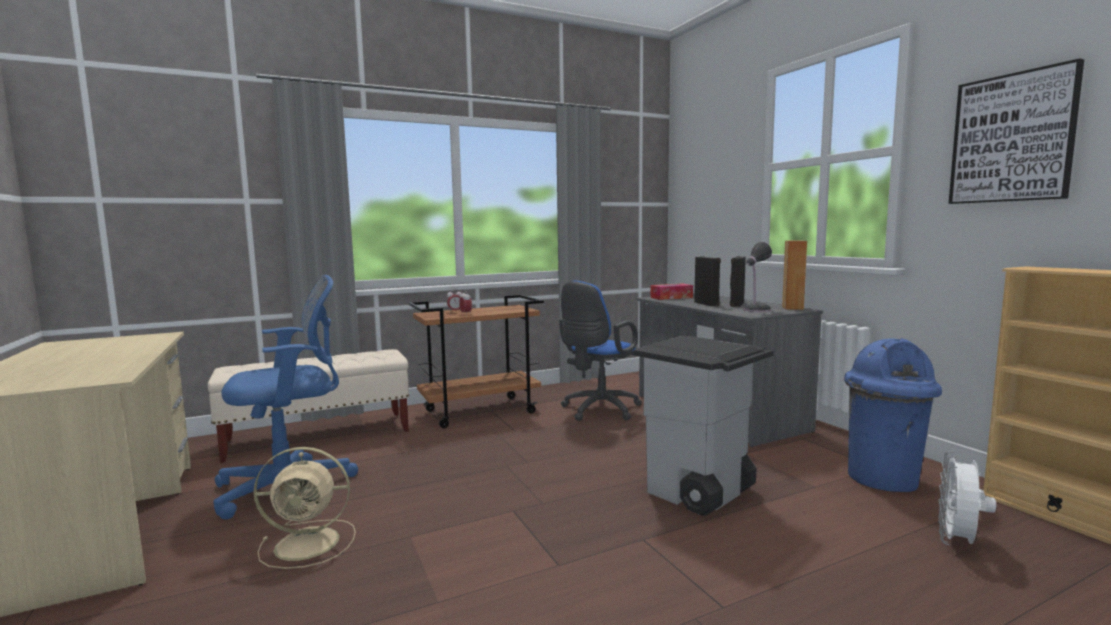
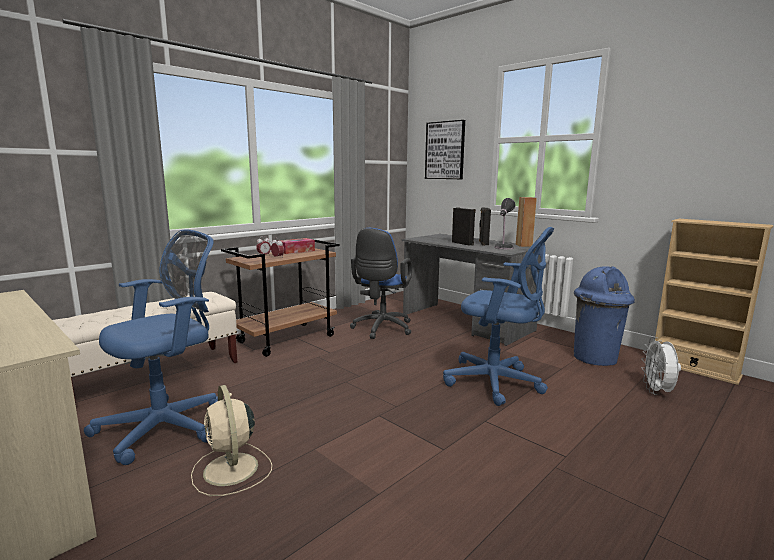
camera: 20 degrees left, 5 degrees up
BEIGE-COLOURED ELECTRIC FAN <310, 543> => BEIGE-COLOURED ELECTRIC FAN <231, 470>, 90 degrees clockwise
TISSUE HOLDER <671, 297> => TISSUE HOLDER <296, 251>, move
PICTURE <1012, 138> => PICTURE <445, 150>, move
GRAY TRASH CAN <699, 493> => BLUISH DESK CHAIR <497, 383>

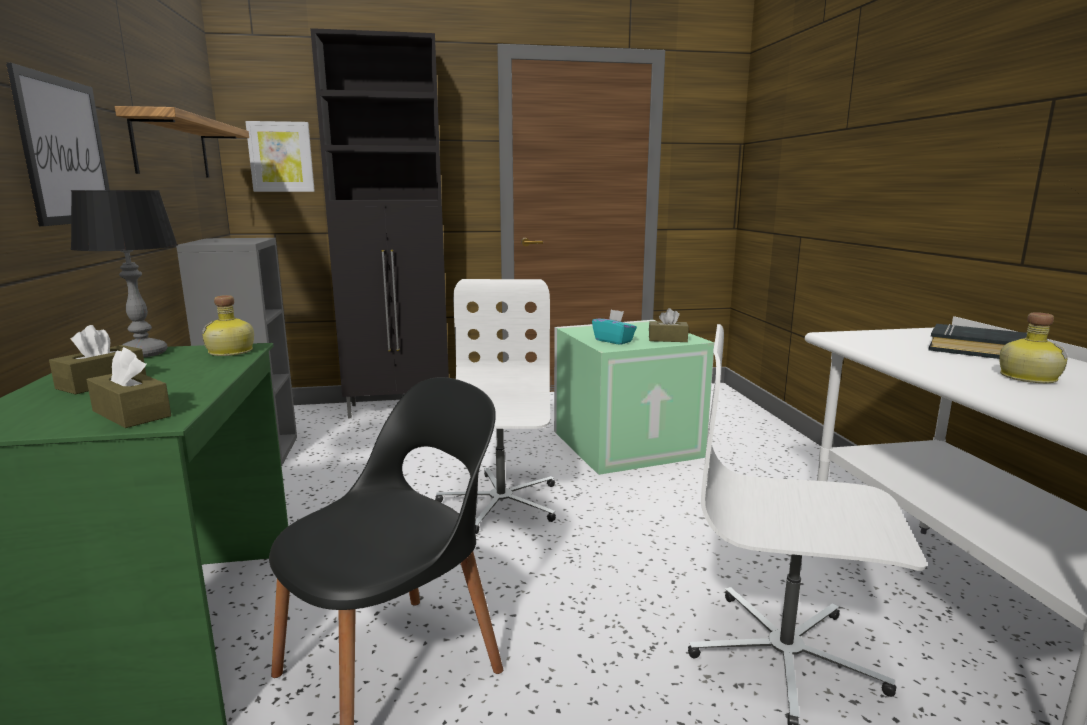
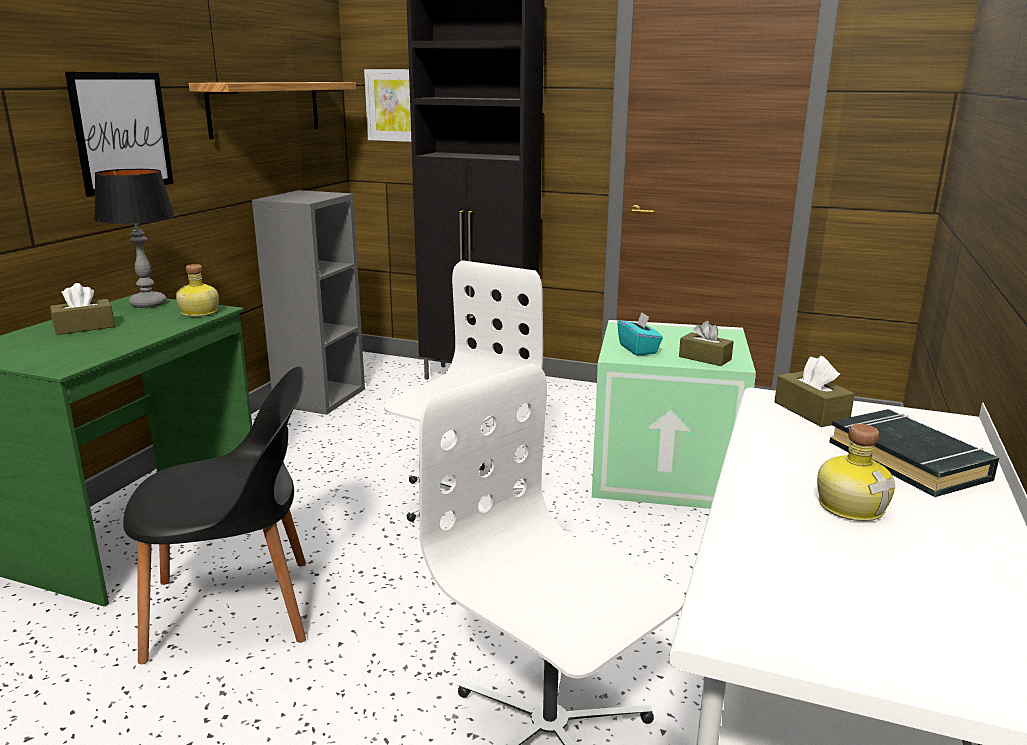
camera: 30 degrees right, 5 degrees up
BROWN TISSUE HOLDER <131, 414> => BROWN TISSUE HOLDER <811, 411>, move

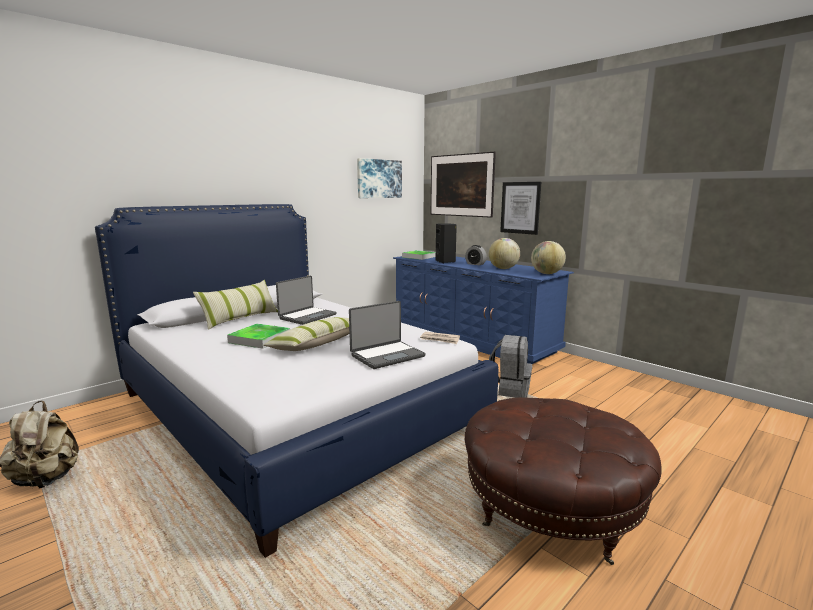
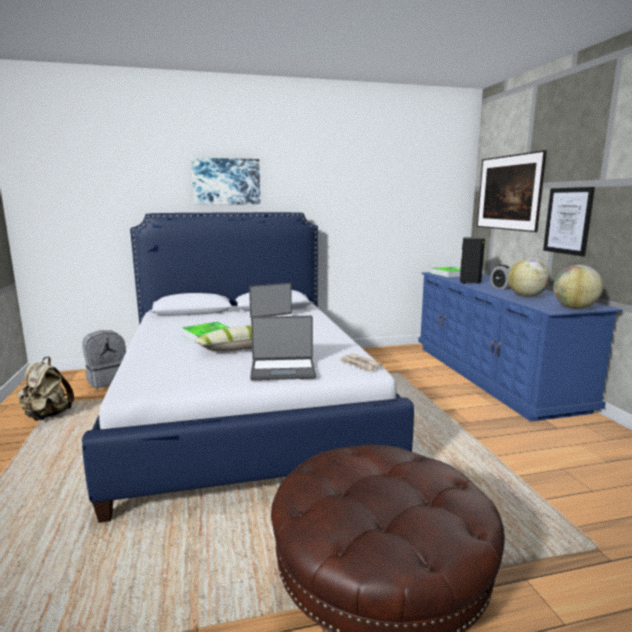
camera: 30 degrees right, 0 degrees up
GRAY KNAPSACK <509, 390> => GRAY KNAPSACK <107, 380>, move
PICTURE <379, 179> => PICTURE <226, 181>, move
PILLOW <240, 319> => nothing

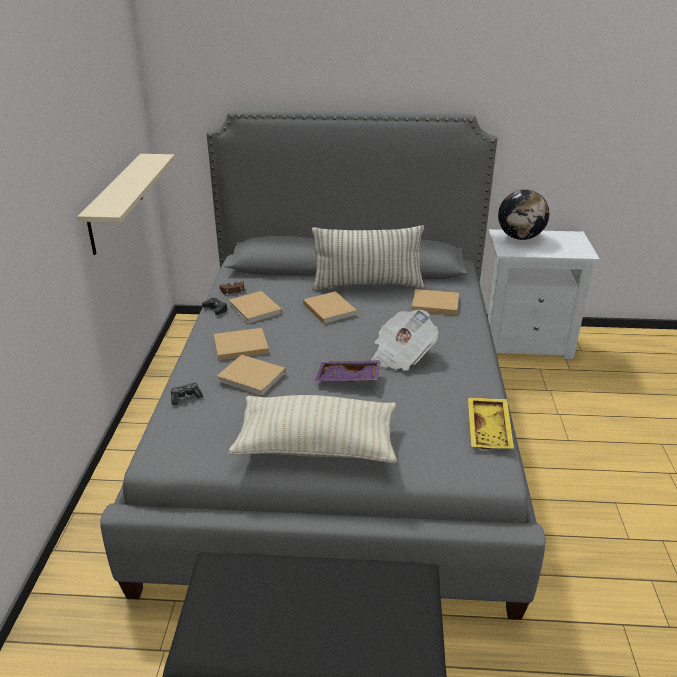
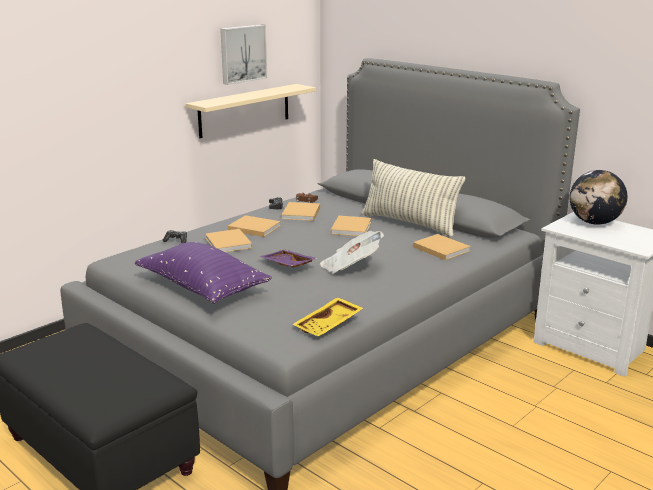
camera: 40 degrees right, 10 degrees down
BEIGE-COLOURED PILLOW <317, 446> => PURPLE-COLOURED PILLOW <203, 288>
nothing => PICTURE <242, 53>

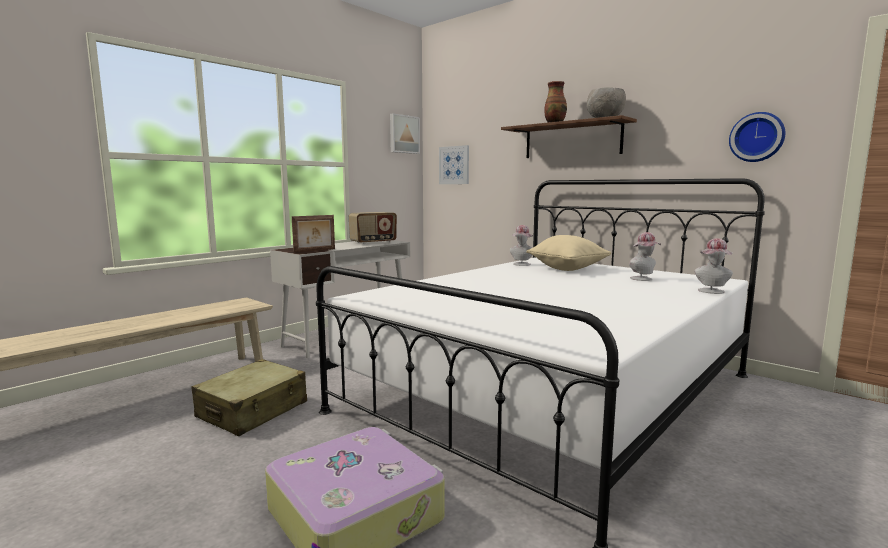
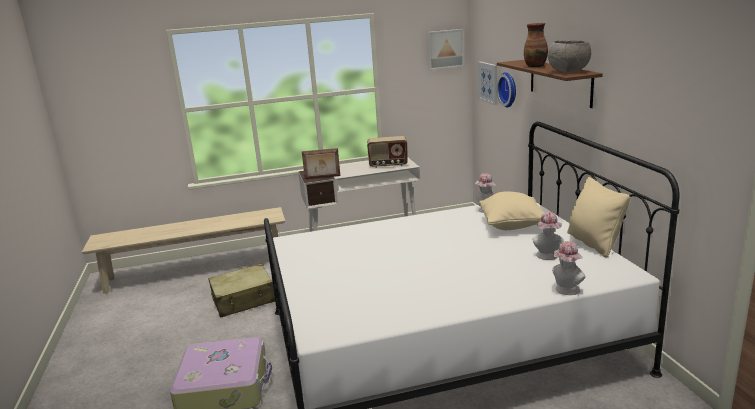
camera: 35 degrees right, 10 degrees up
HANGING CLOCK <757, 137> => HANGING CLOCK <509, 89>, move
nothing => BEIGE-COLOURED PILLOW <594, 243>

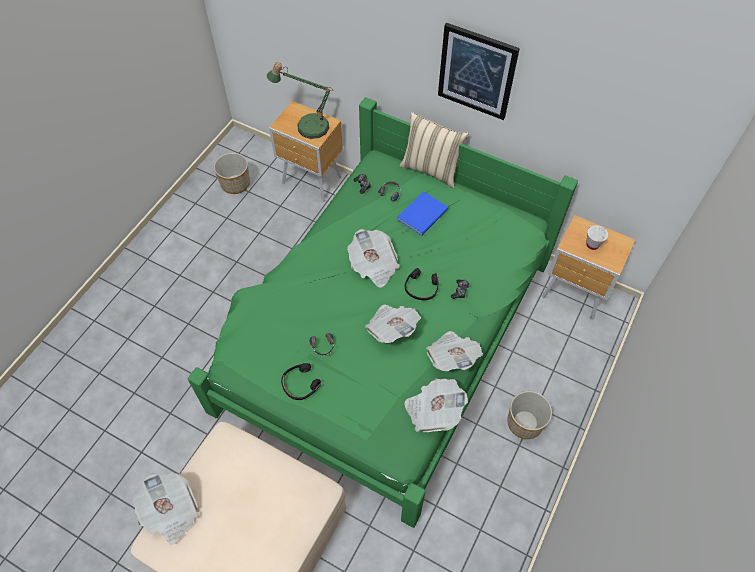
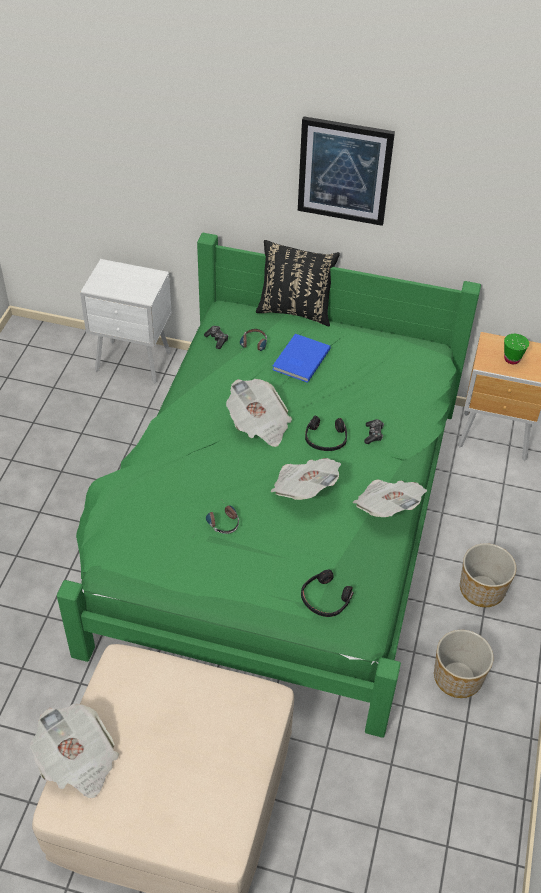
camera: 15 degrees left, 10 degrees down
BROWN NIGHTSTAND <312, 181> => WHITISH NIGHTSTAND <134, 363>
BEIGE-COLOURED PILLOW <431, 169> => BLACKISH PILLOW <295, 310>
BLACKISH HEADPHONES <300, 384> => BLACKISH HEADPHONES <325, 599>, move
PLANTER <236, 184> => PLANTER <458, 677>, move
WHITISH SMALL CUP <592, 244> => GREEN SMALL CUP <512, 359>
TABLE LAMP <307, 125> => nothing
NEWSPAPER <433, 411> => nothing

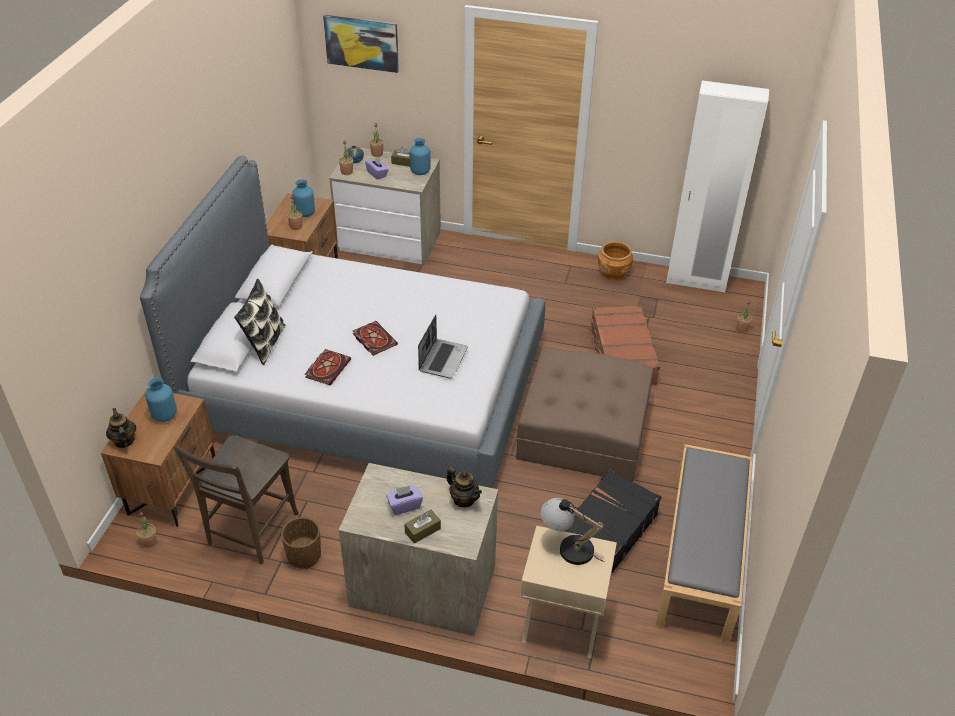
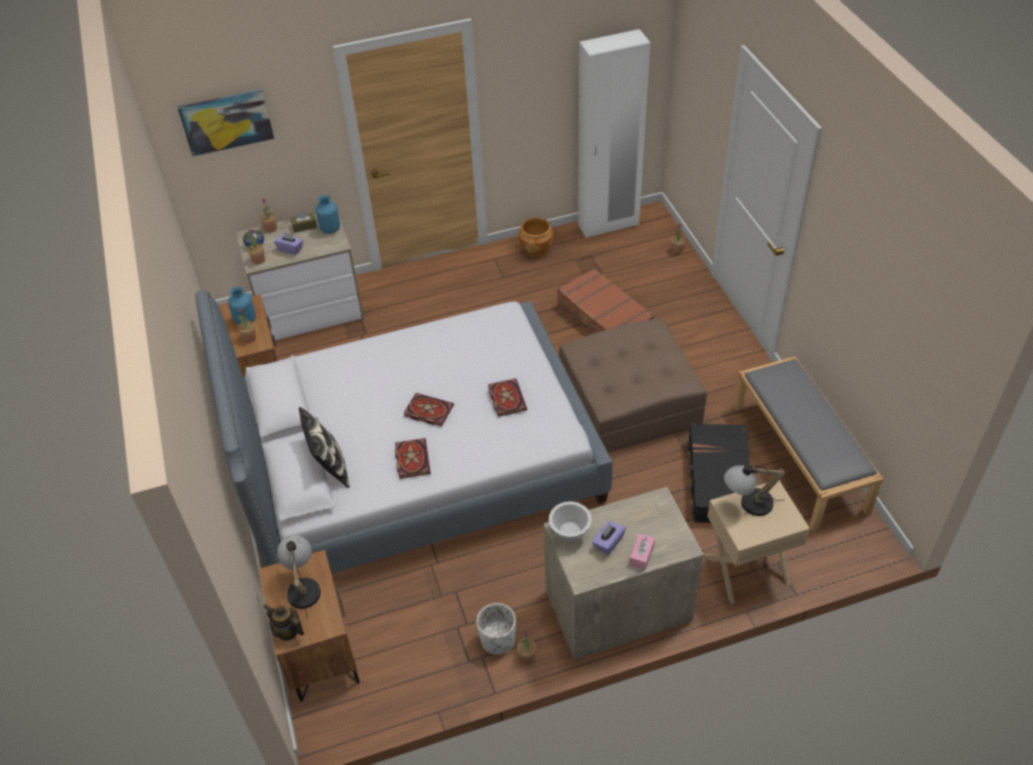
camera: 30 degrees left, 5 degrees up
BLUISH FLOWER VASE <164, 416> => TABLE LAMP <303, 586>
BROWN PLANTER <304, 556> => WHITISH PLANTER <497, 640>
NOTEBOOK COMPUTER <443, 359> => BOOK <506, 398>
PLANT IN A POT <149, 542> => PLANT IN A POT <527, 656>, move
nothing => WHITISH SERVING BOWL <570, 533>
BROWN TISSUE HOLDER <422, 530> => PINKISH TISSUE HOLDER <641, 555>
BROWN UPRIGHT CHAIR <250, 532> => nothing
TEAPOT <464, 499> => nothing

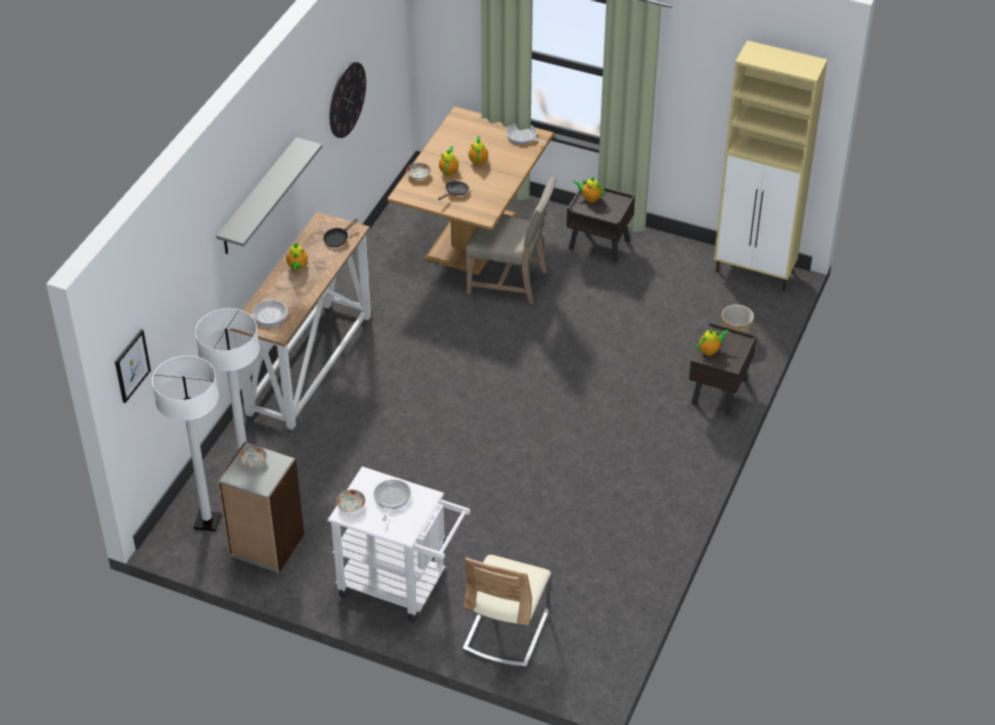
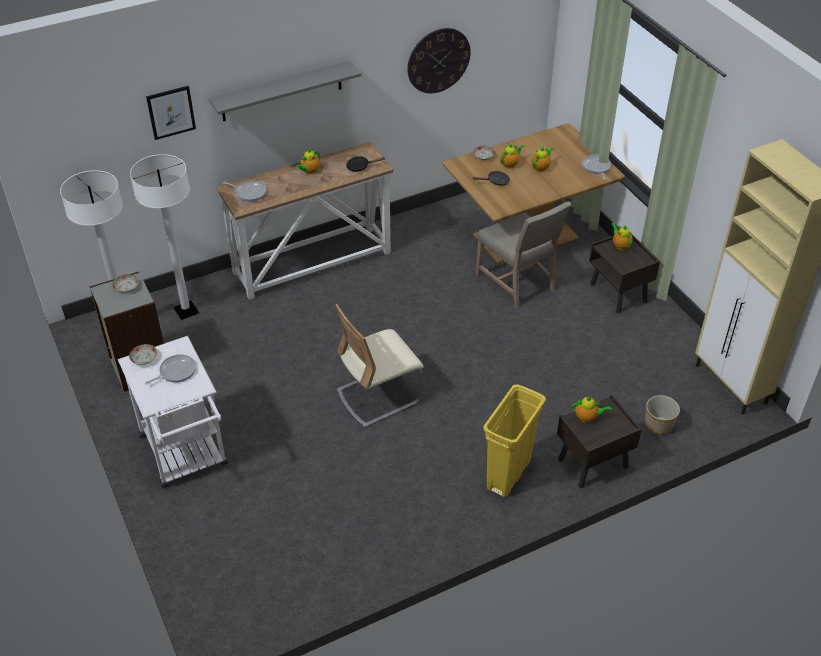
camera: 40 degrees right, 0 degrees up
PICTURE <131, 365> => PICTURE <171, 112>, move
BEIGE-COLOURED UPRIGHT CHAIR <506, 630> => BEIGE-COLOURED UPRIGHT CHAIR <378, 396>, move
nothing => YELLOW TRASH CAN <508, 475>

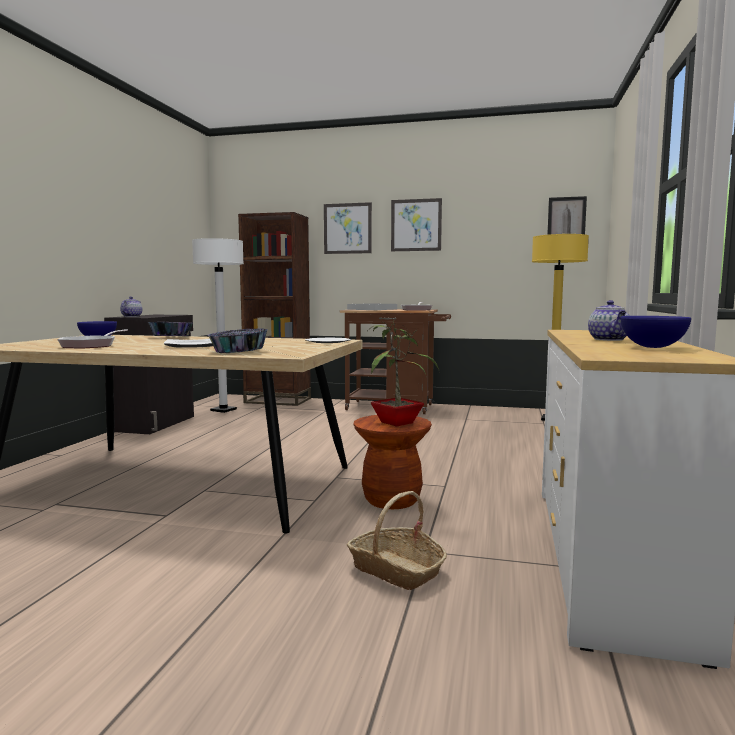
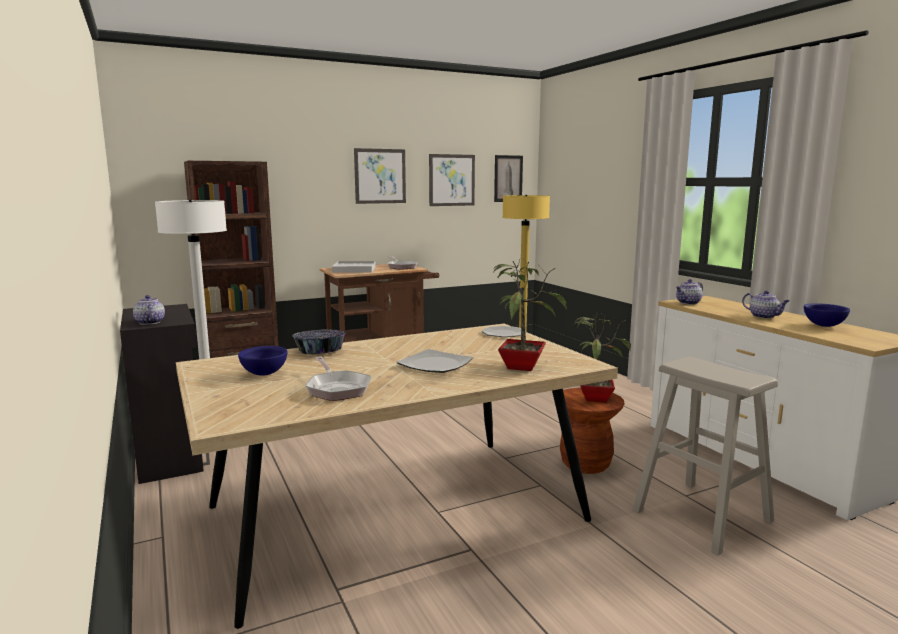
camera: 40 degrees left, 5 degrees up
PICTURE <347, 228> => PICTURE <452, 180>, move
SERVING BOWL <238, 351> => PLANT IN A POT <522, 366>
HOUSEHOLD BASKET <396, 569> => BEIGE-COLOURED SITTING STOOL <702, 516>
nothing => TEAPOT <688, 303>

